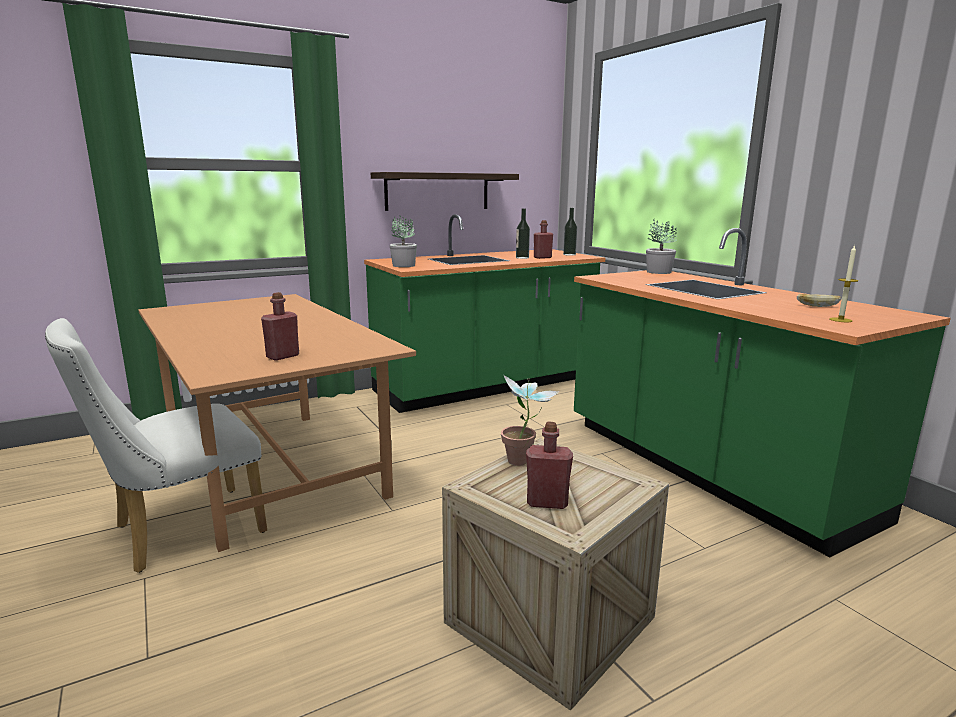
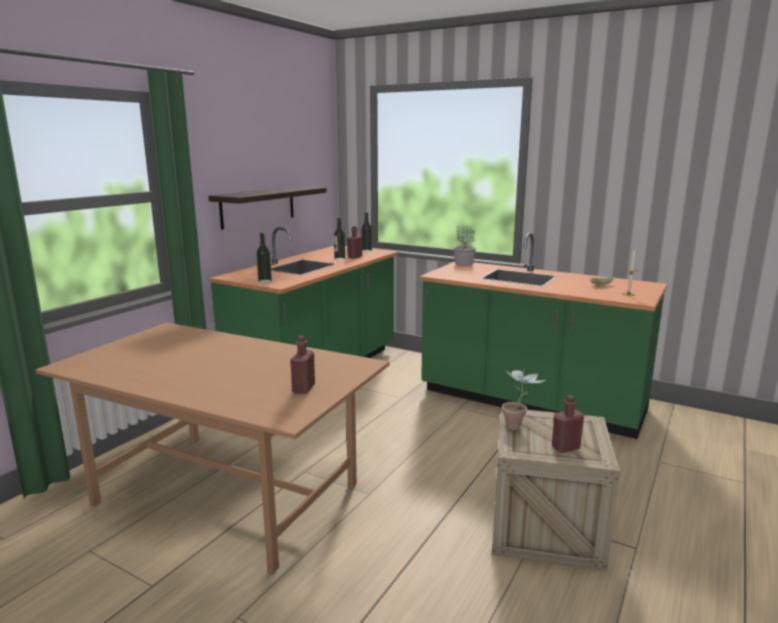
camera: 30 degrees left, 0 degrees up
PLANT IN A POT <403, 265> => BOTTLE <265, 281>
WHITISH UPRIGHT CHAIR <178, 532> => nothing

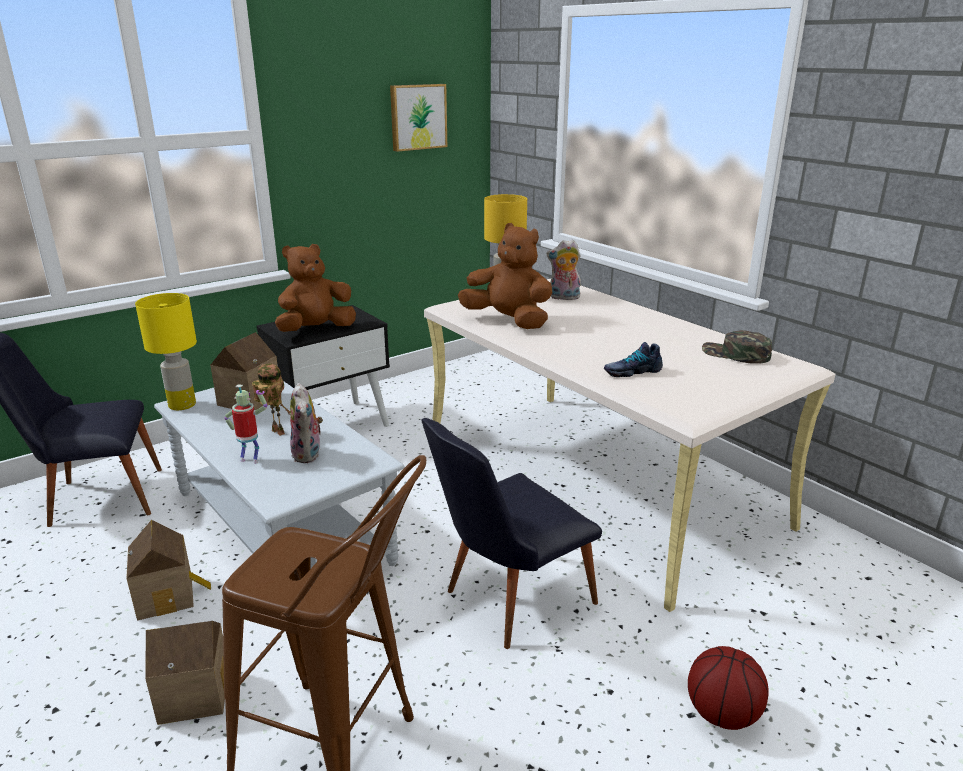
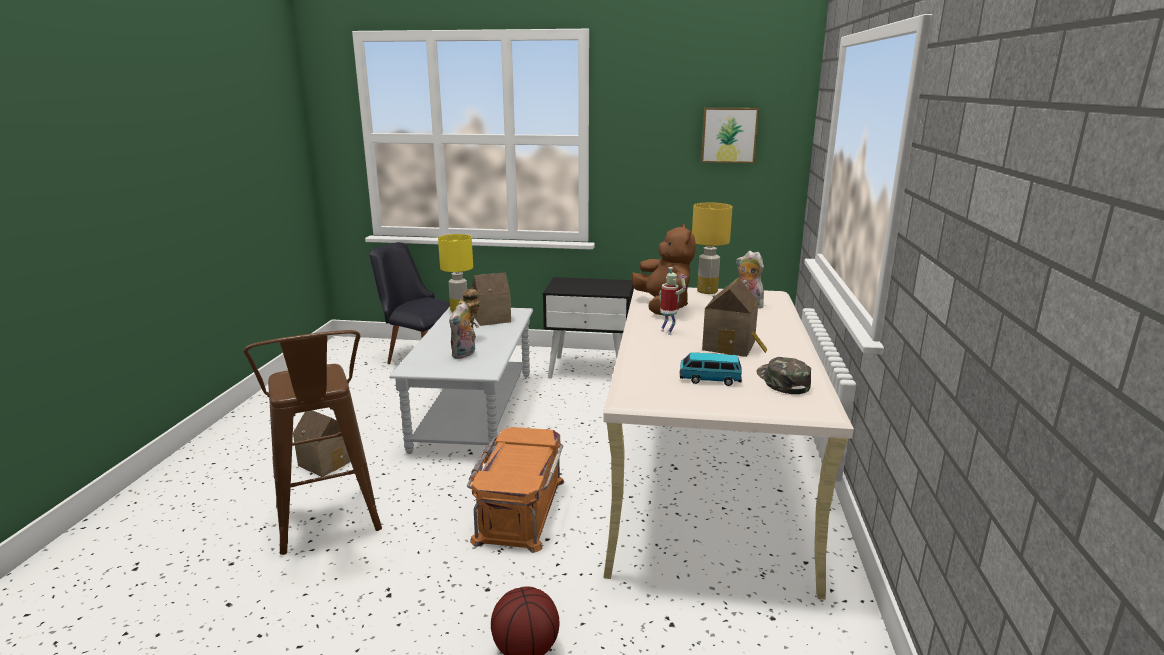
camera: 45 degrees right, 5 degrees down
BLACKISH UPRIGHT CHAIR <507, 600> => ORANGEY STORAGE BIN <518, 509>
TOY ROBOT <251, 460> => TOY ROBOT <668, 332>, move
nothing => TOY CAR <709, 379>
MODEL HOUSE <169, 595> => MODEL HOUSE <732, 346>, move
BROWN PLUSH TOY <316, 330> => nothing
SHOE <632, 371> => nothing

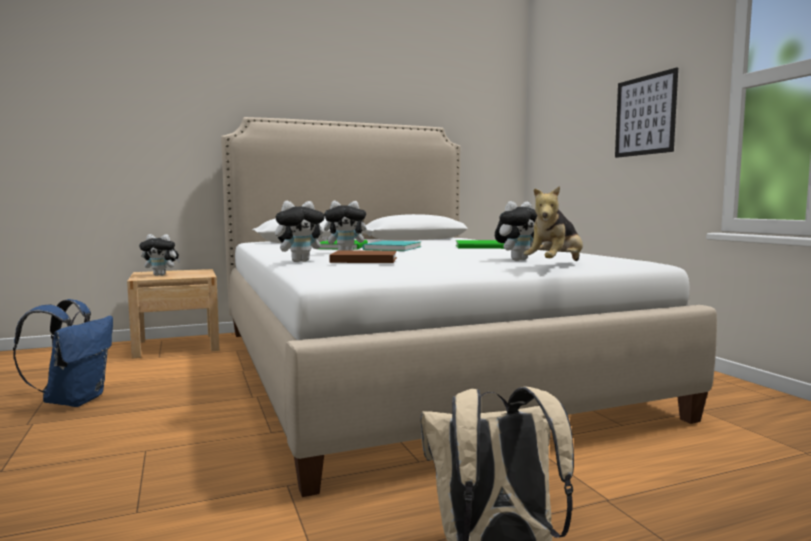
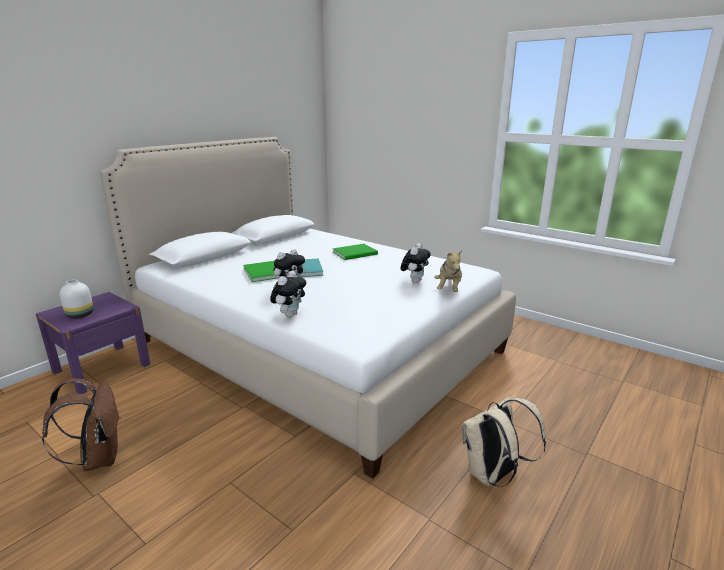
camera: 30 degrees left, 15 degrees up
BEIGE-COLOURED NIGHTSTAND <177, 345> => PURPLE-COLOURED NIGHTSTAND <102, 368>
BLUISH KNAPSACK <74, 400> => BROWN KNAPSACK <98, 458>
PLUSH TOY <161, 275> => WHITISH FLOWER VASE <80, 315>
BROWN BOOK <362, 260> => nothing
PICTURE <645, 115> => nothing

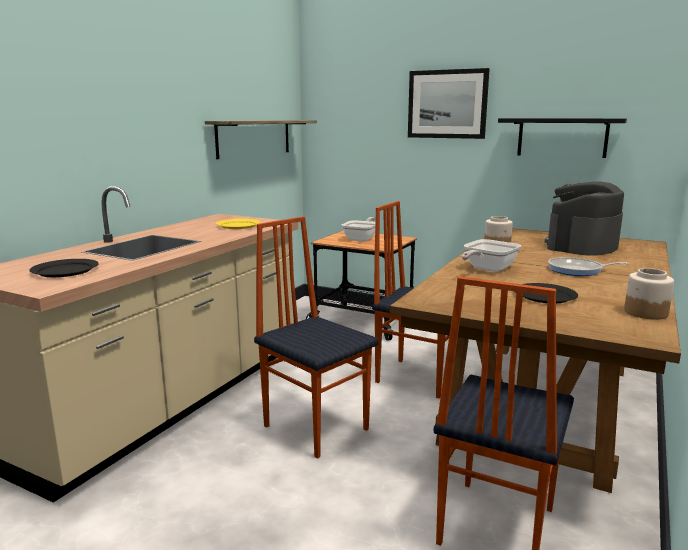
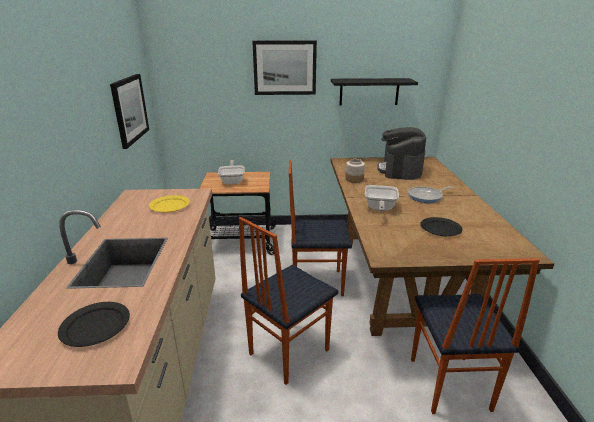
camera: 30 degrees left, 10 degrees up
WALL SHELF <254, 138> => PICTURE <129, 109>
UPRIGHT CHAIR <316, 426> => UPRIGHT CHAIR <287, 351>, 60 degrees counterclockwise
STORAGE JAR <645, 312> => nothing

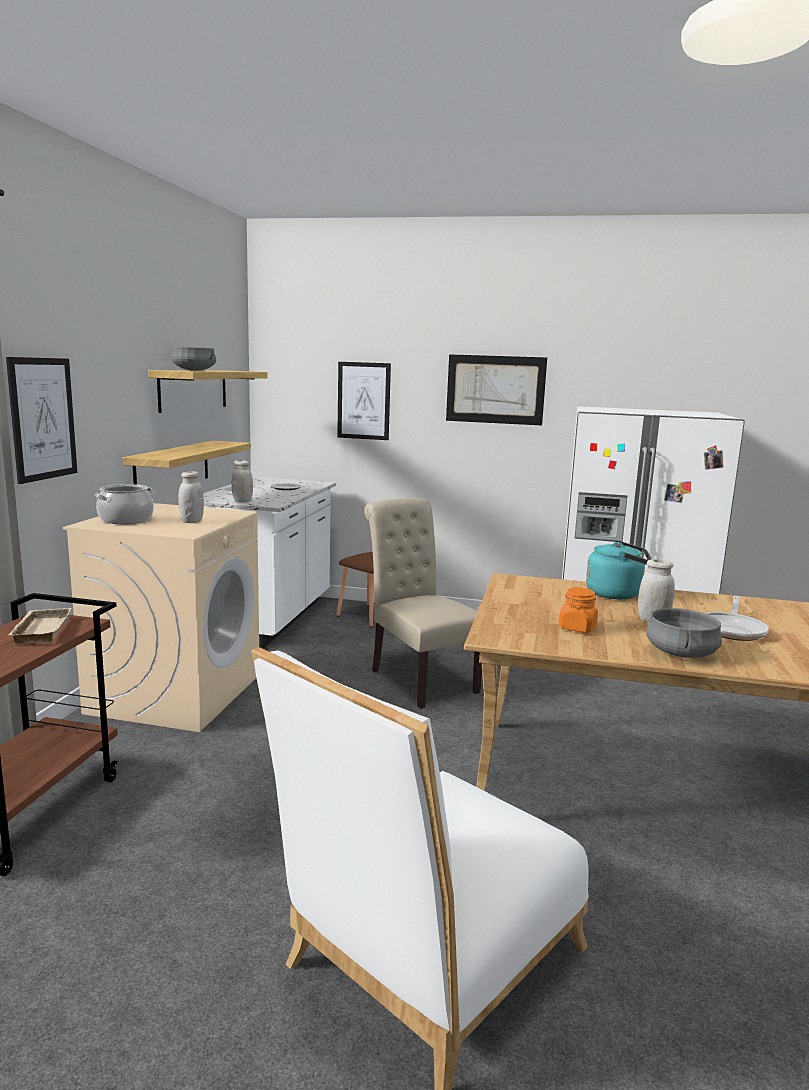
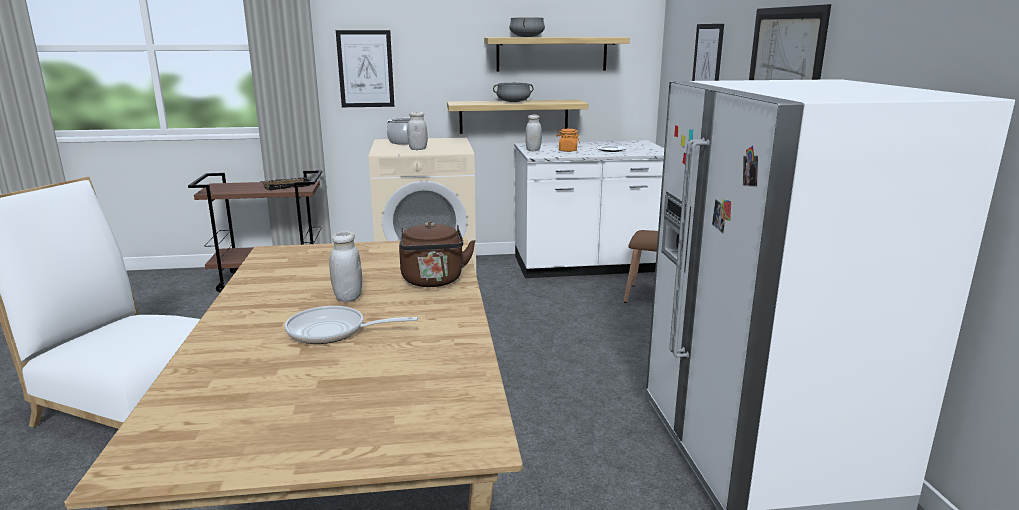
camera: 70 degrees right, 5 degrees up
BEIGE-COLOURED CARRYING TRAY <40, 630> => BLACKISH CARRYING TRAY <286, 186>
BLUE-GREEN KETTLE <617, 594> => BROWN KETTLE <433, 281>
GRAY SAUCEPOT <680, 652> => GRAY SAUCEPOT <513, 102>, move
ORANGEY STORAGE JAR <577, 628> => ORANGEY STORAGE JAR <567, 150>, move
BEIGE-COLOURED UPRIGHT CHAIR <418, 679> => nothing

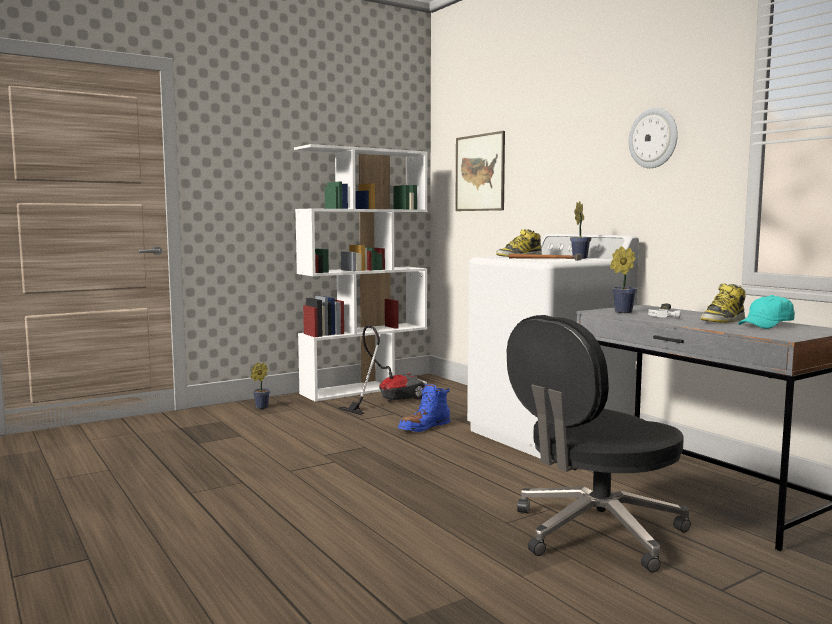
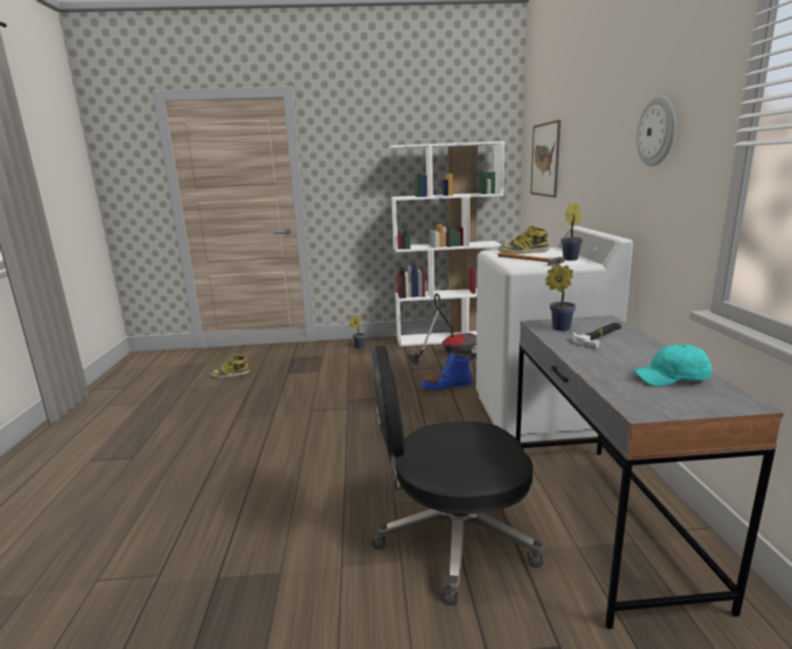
camera: 30 degrees right, 10 degrees up
TALL BOOT <723, 320> => TALL BOOT <230, 374>, move

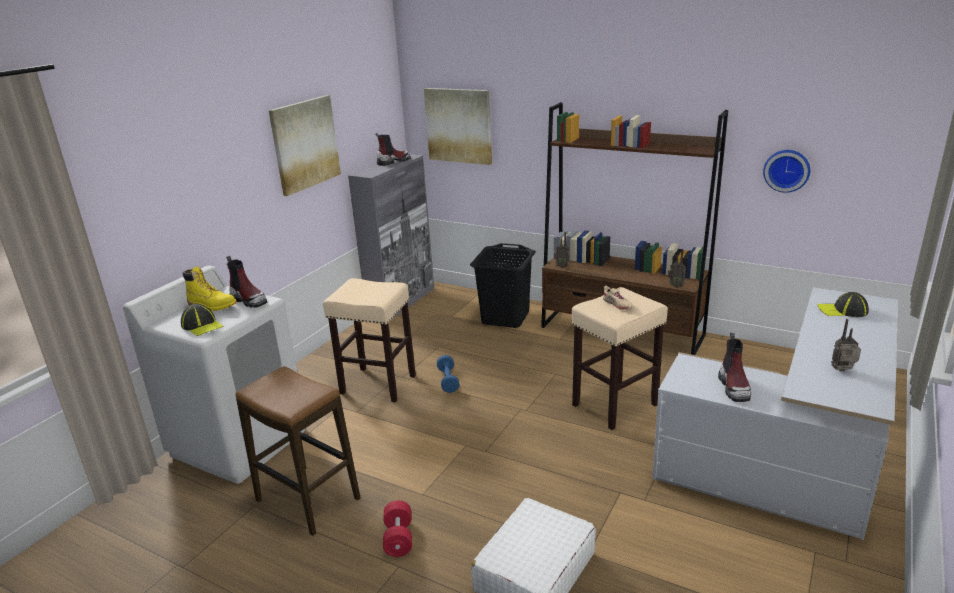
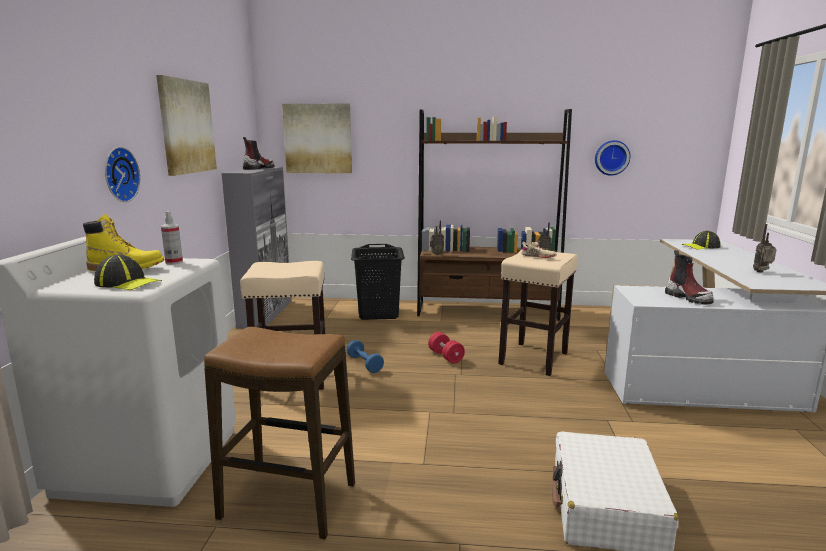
camera: 25 degrees left, 10 degrees down
nothing => HANGING CLOCK <118, 174>
TALL BOOT <249, 300> => HAND SPRAYER <174, 262>
REDDISH DUMBBELL <398, 538> => REDDISH DUMBBELL <445, 356>, move

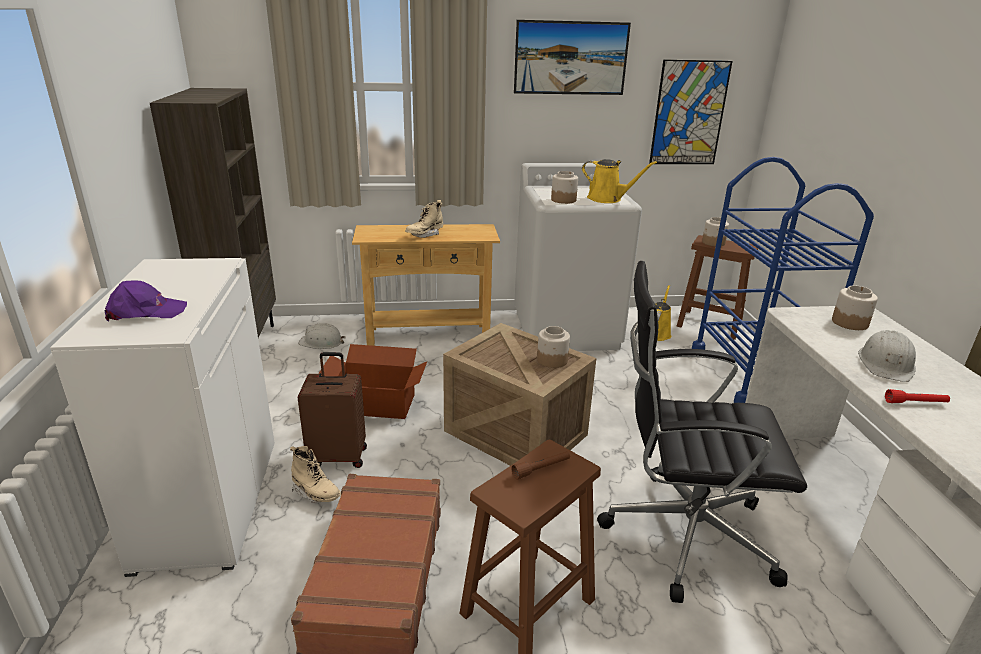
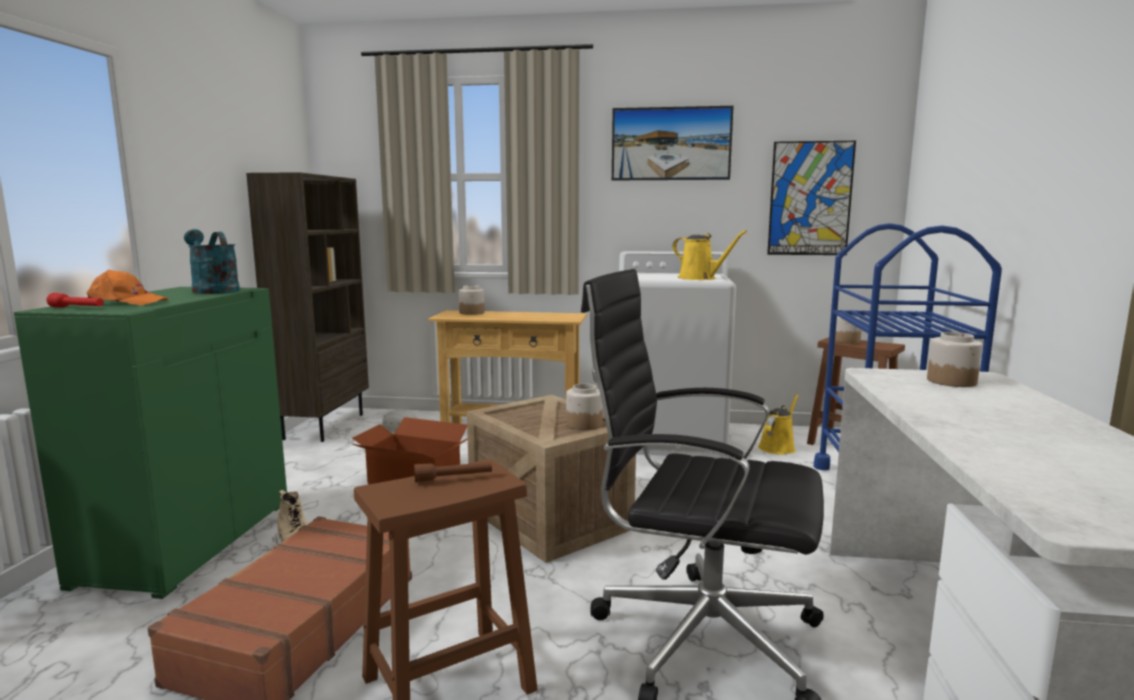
camera: 15 degrees right, 15 degrees down
WHITISH CABINET <207, 502> => GREEN CABINET <187, 540>
REDDISH HAND TORCH <915, 403> => REDDISH HAND TORCH <77, 308>, move
PURPLE-COLOURED BASEBALL CAP <145, 312> => ORANGEY BASEBALL CAP <126, 303>
nothing => BLUE-GREEN WATERING POT <212, 290>
STORAGE JAR <563, 200> => STORAGE JAR <472, 313>, move
BROWN SUITCASE <338, 456> => nothing
BEIGE-COLOURED TALL BOOT <424, 235> => nothing
WHITISH SAFETY HELMET <886, 364> => nothing

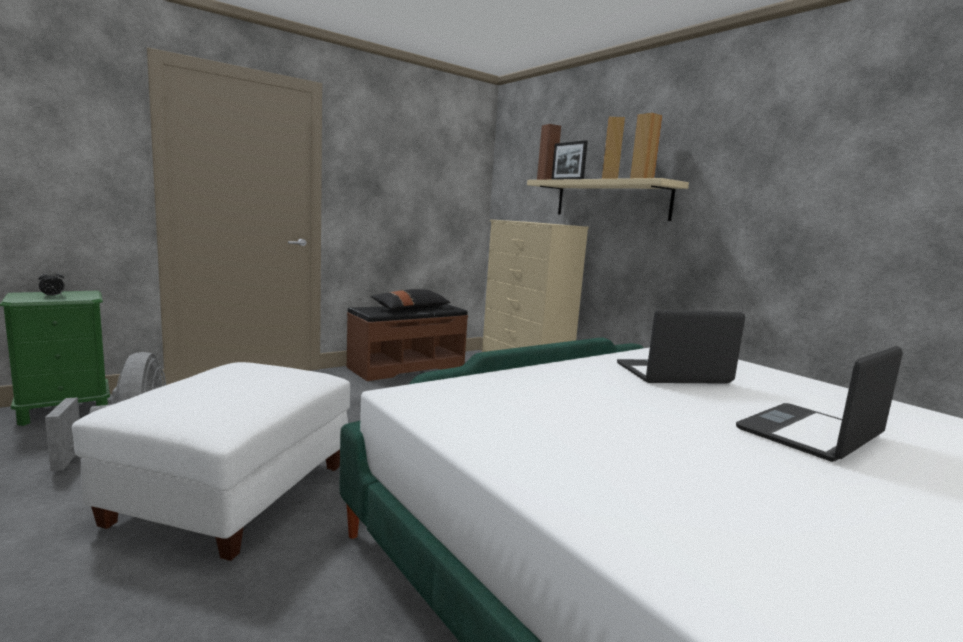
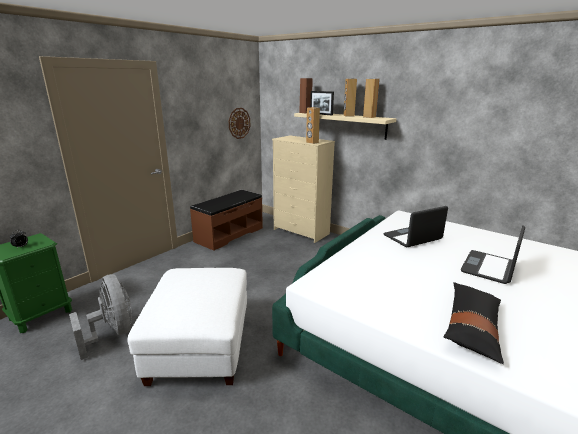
camera: 15 degrees left, 10 degrees up
nothing => HANGING CLOCK <239, 123>
nothing => BROWN SPEAKER <312, 142>
BLACKISH PILLOW <411, 308> => BLACKISH PILLOW <472, 327>, move

